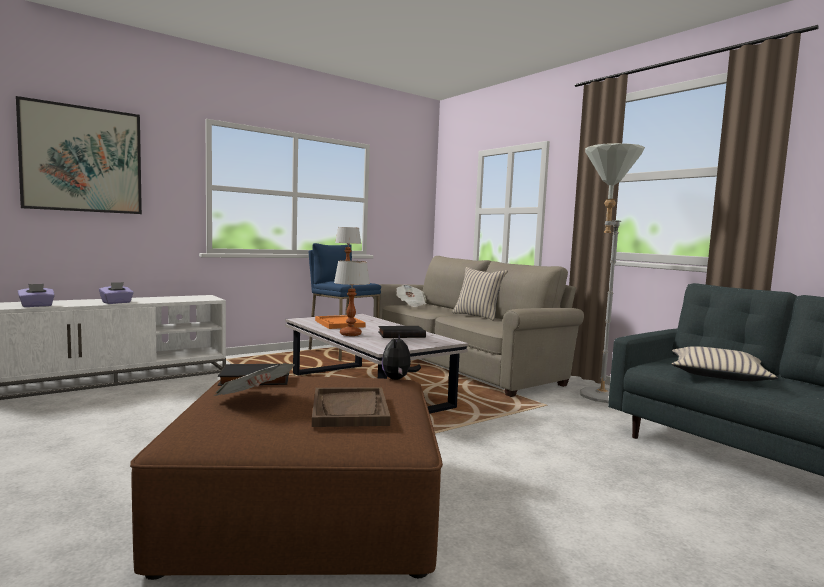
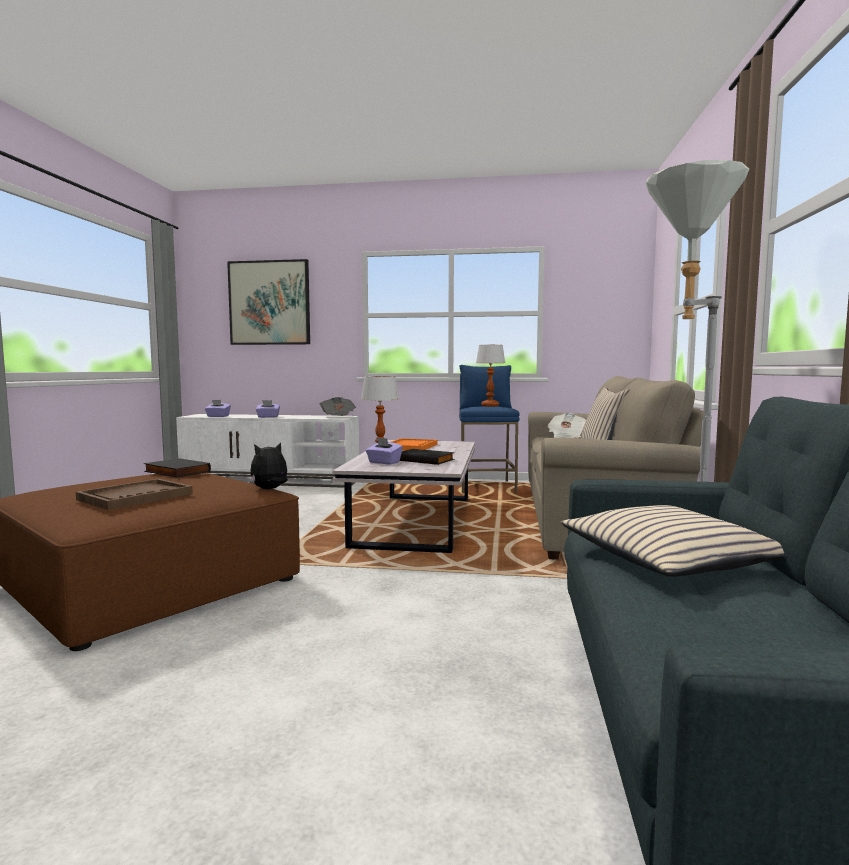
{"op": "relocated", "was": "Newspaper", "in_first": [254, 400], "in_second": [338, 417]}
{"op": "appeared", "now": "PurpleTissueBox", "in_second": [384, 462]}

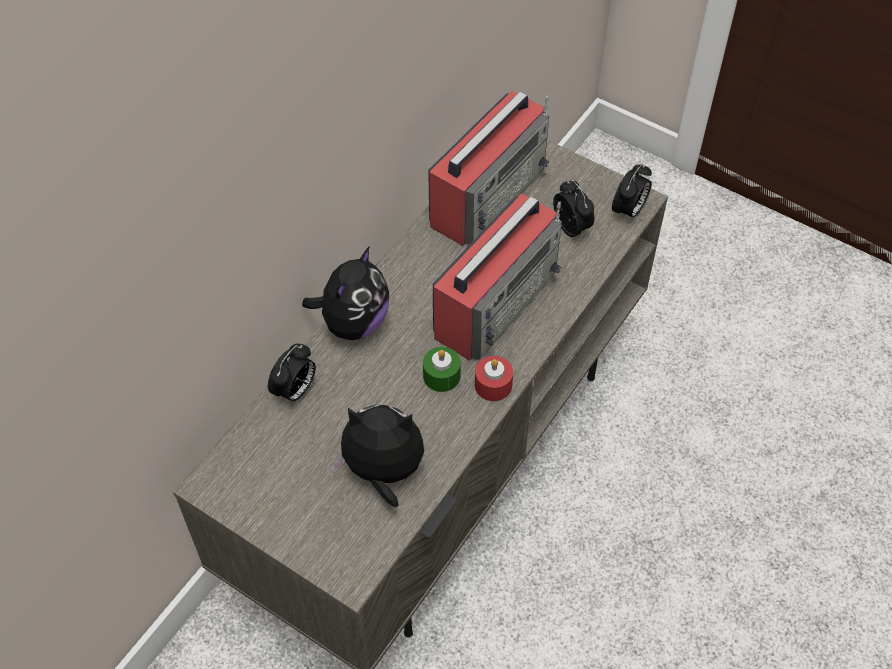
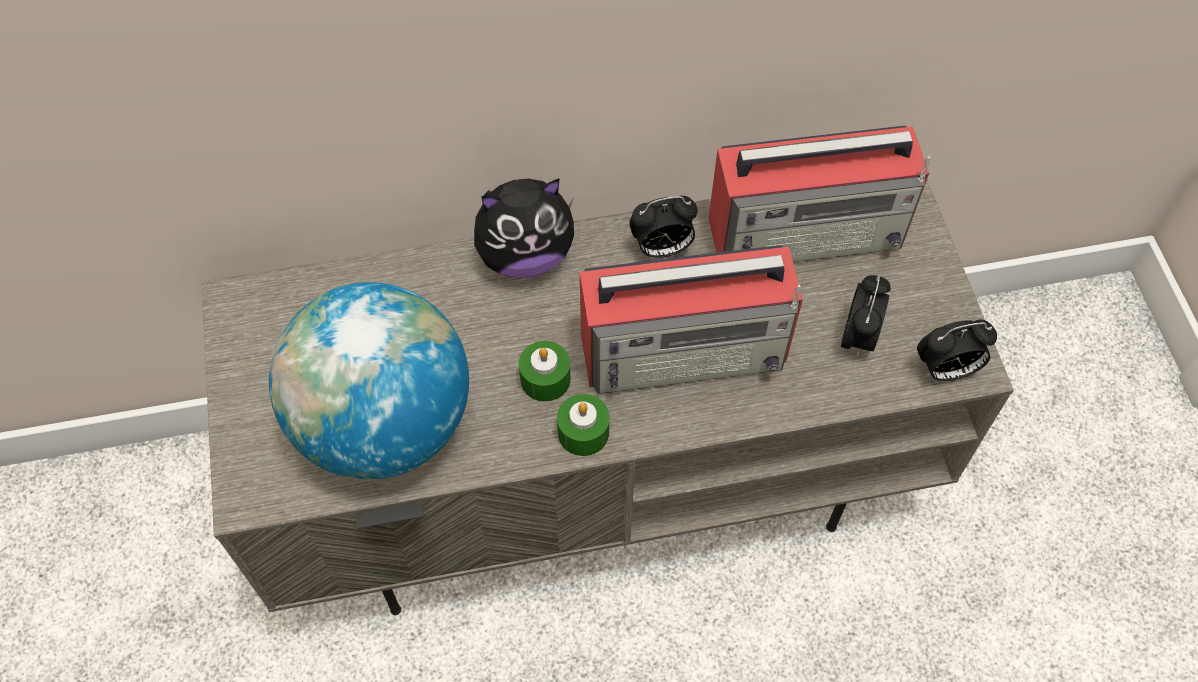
{"op": "exchanged", "was": "PlushToy", "now": "Globe", "in_first": [383, 472], "in_second": [384, 425]}
{"op": "colour", "was": "RedCandle", "now": "GreenCandle", "in_first": [493, 385], "in_second": [583, 432]}
{"op": "relocated", "was": "AlarmClock", "in_first": [295, 391], "in_second": [661, 248]}

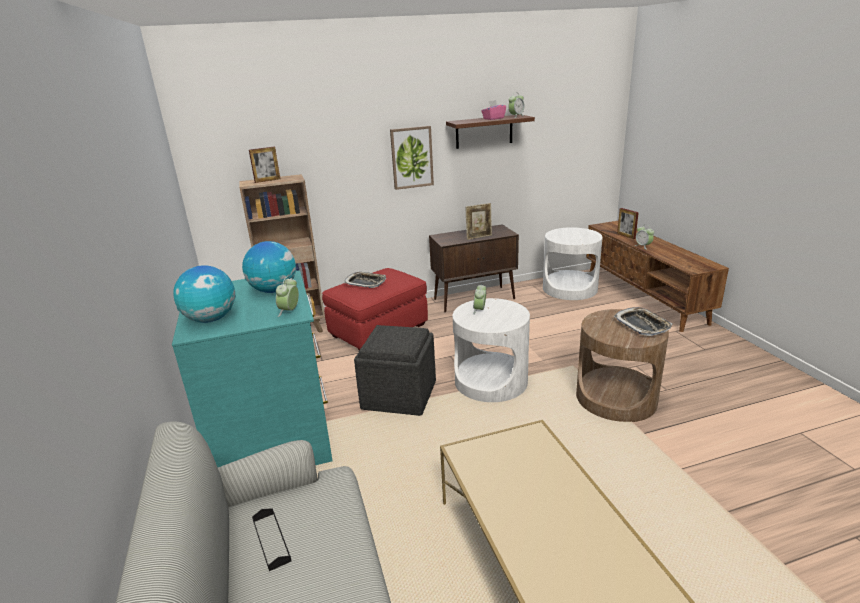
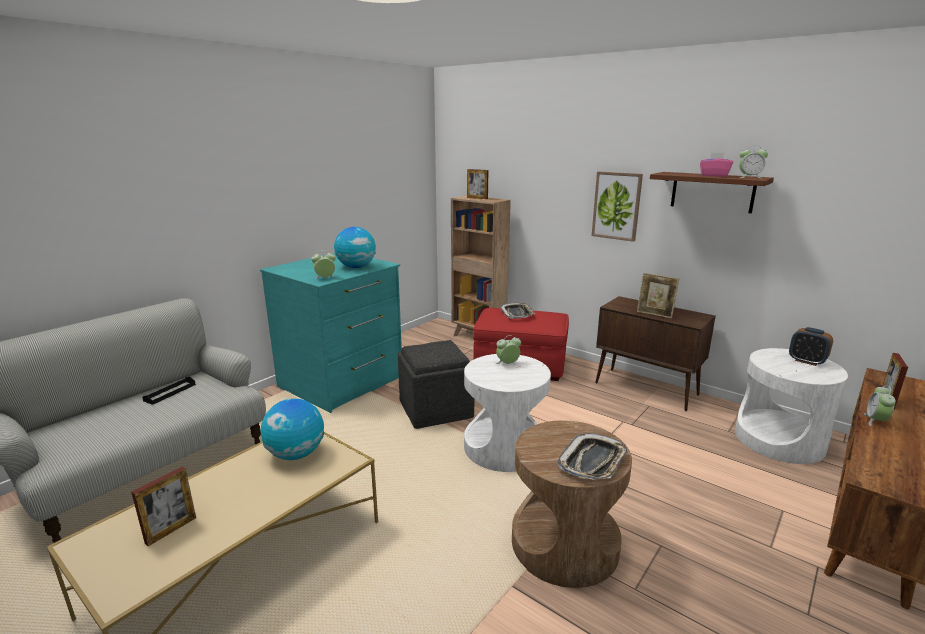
{"op": "appeared", "now": "PictureFrame", "in_second": [171, 530]}
{"op": "relocated", "was": "Globe", "in_first": [211, 319], "in_second": [295, 454]}
{"op": "appeared", "now": "AlarmClock", "in_second": [806, 361]}

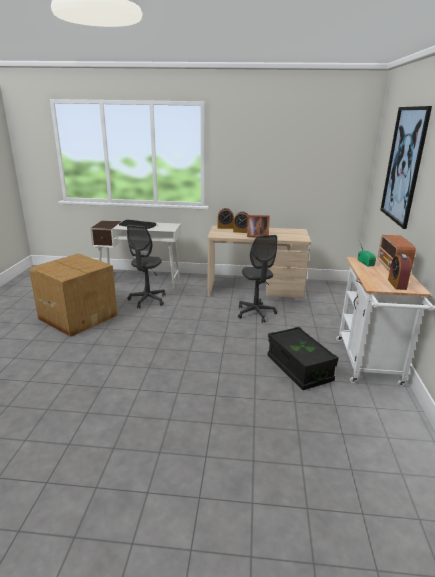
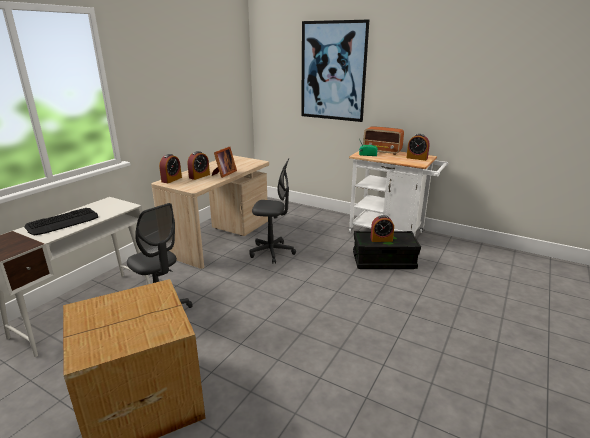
{"op": "appeared", "now": "AlarmClock", "in_second": [381, 239]}

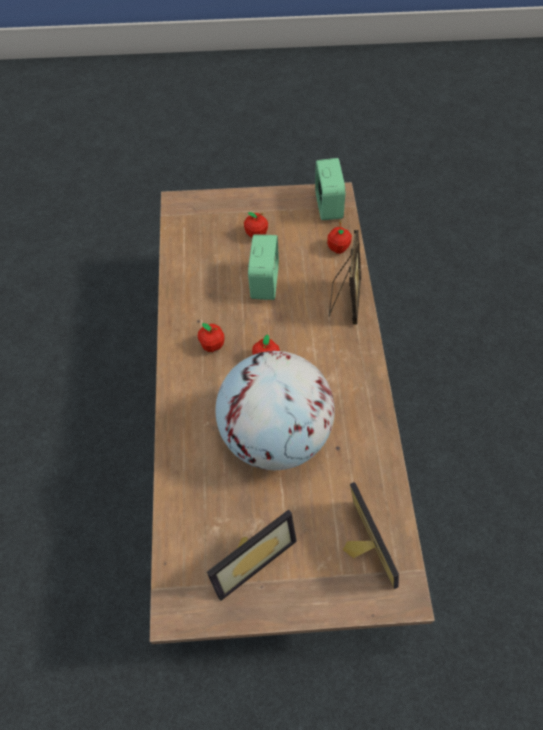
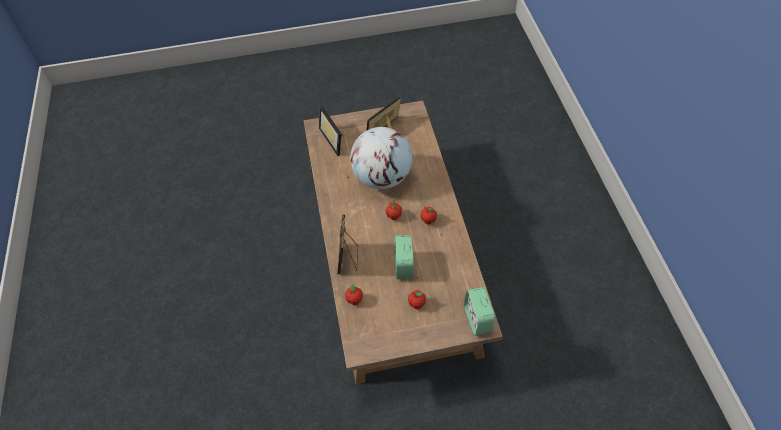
{"op": "relocated", "was": "AlarmClock", "in_first": [328, 206], "in_second": [477, 319]}

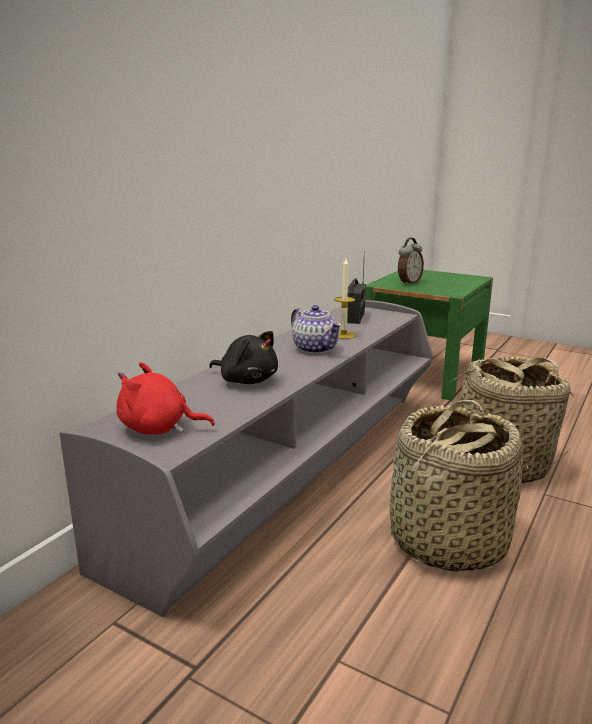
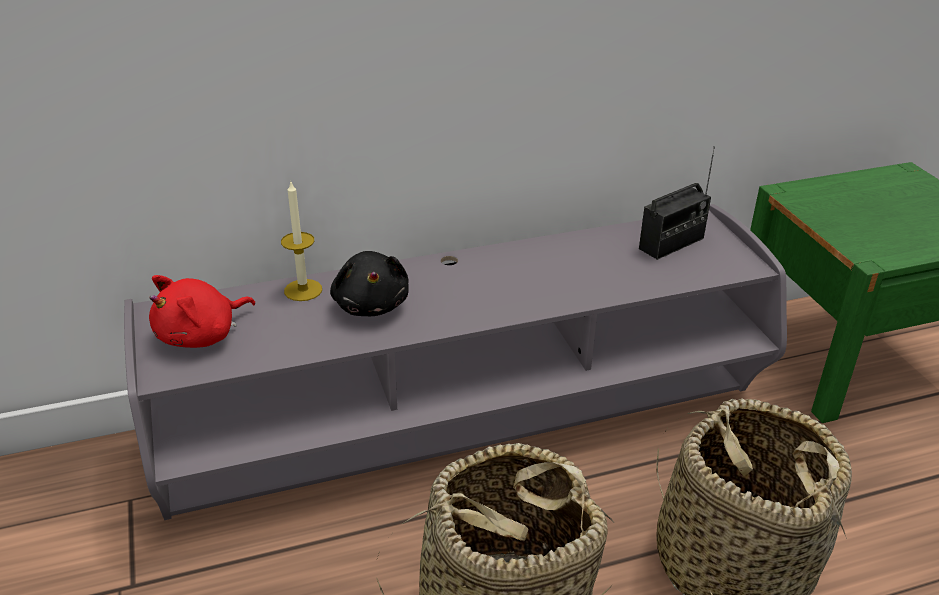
{"op": "spun", "was": "RedPlushToy", "in_first": [158, 428], "in_second": [201, 335], "clockwise": -90}
{"op": "relocated", "was": "Candle", "in_first": [343, 335], "in_second": [303, 290]}
{"op": "missing", "was": "Teapot", "in_first": [315, 348]}
{"op": "missing", "was": "AlarmClock", "in_first": [408, 283]}

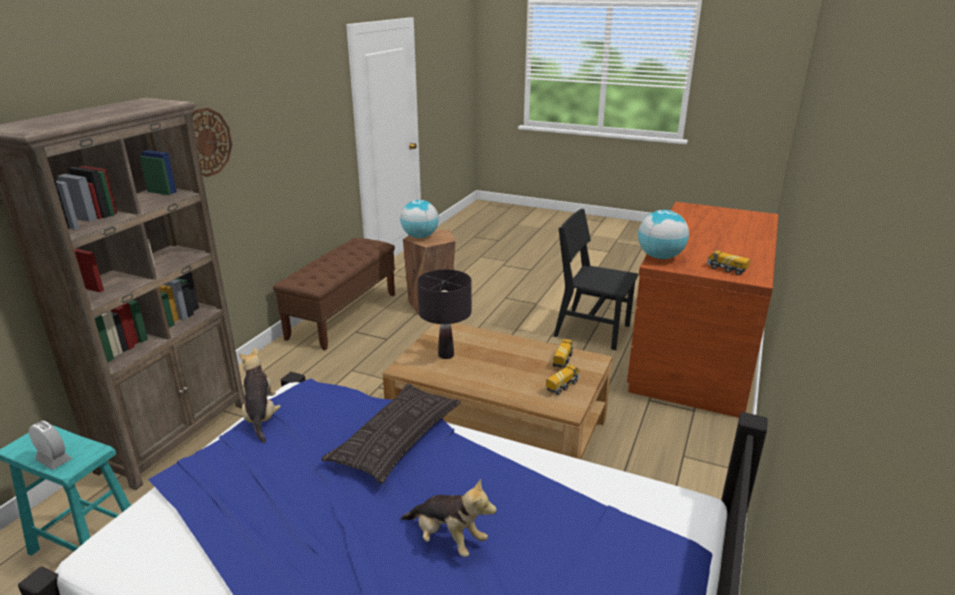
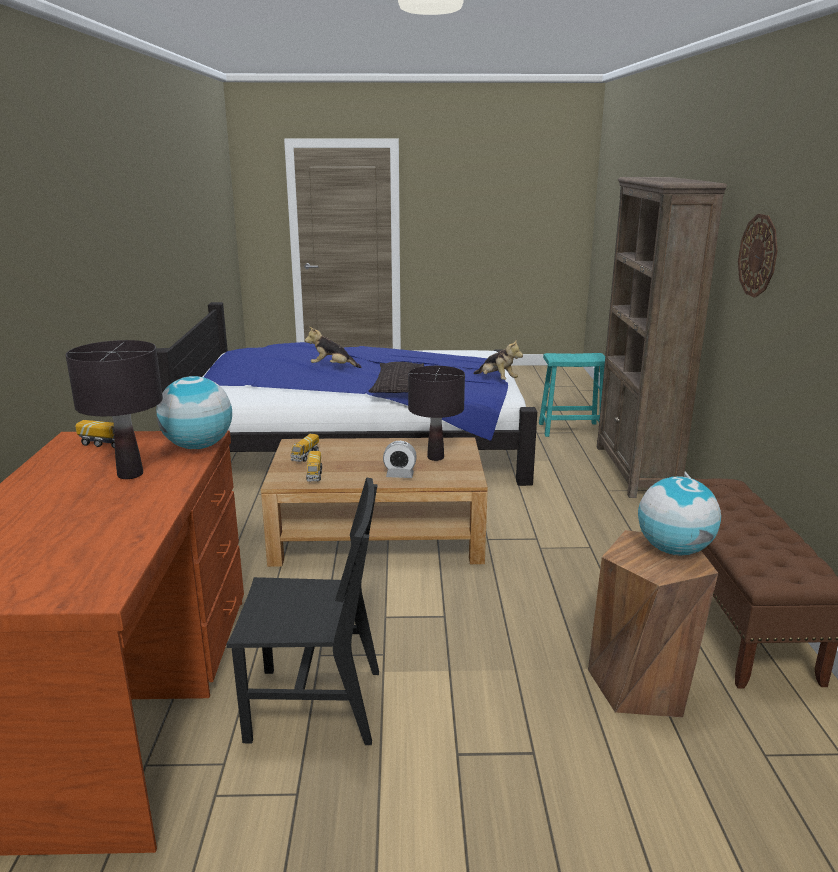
{"op": "appeared", "now": "BlackTableLamp", "in_second": [130, 474]}
{"op": "relocated", "was": "AlarmClock", "in_first": [54, 460], "in_second": [400, 475]}

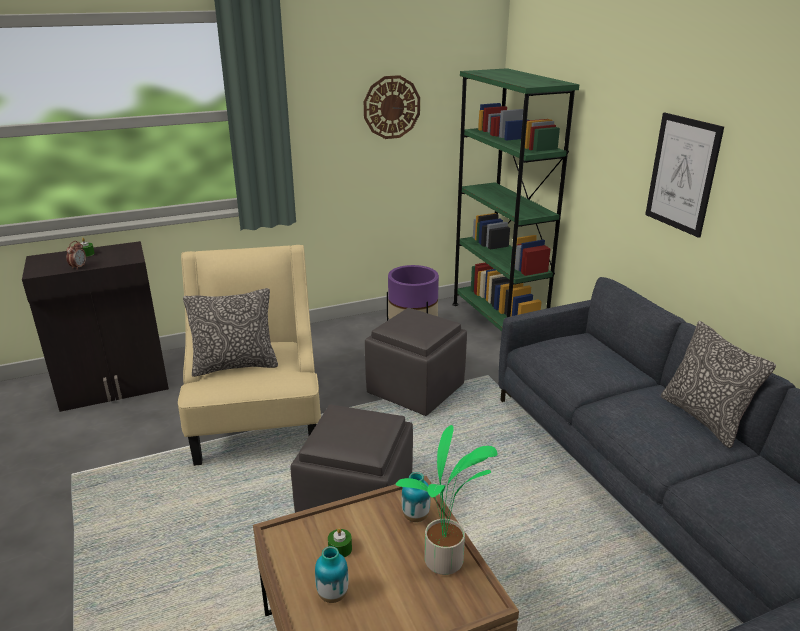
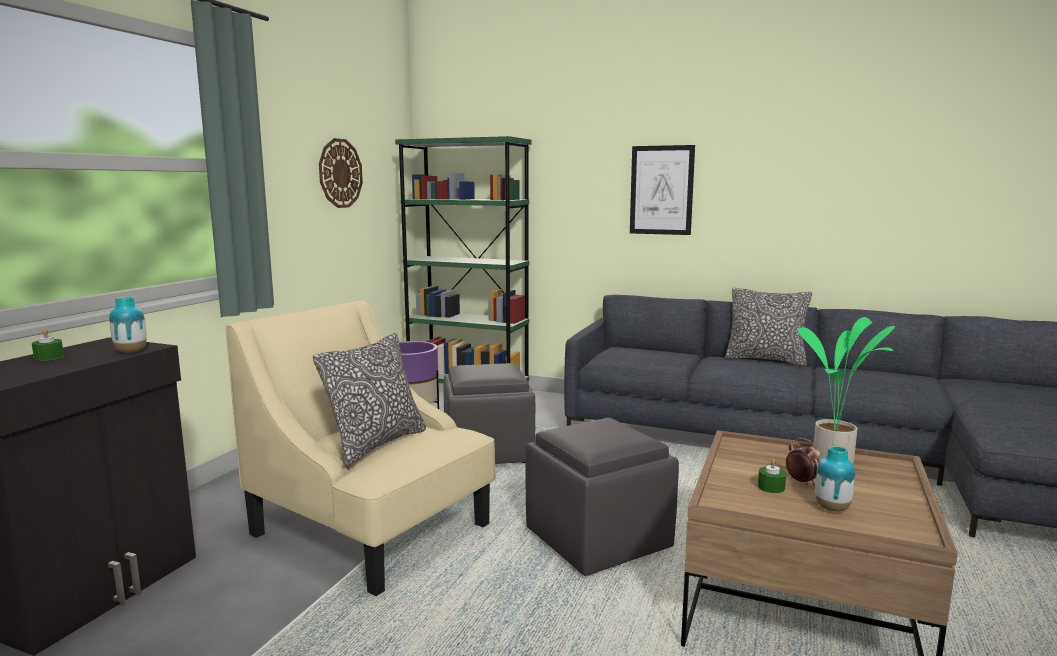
{"op": "relocated", "was": "Vase", "in_first": [415, 516], "in_second": [131, 352]}
{"op": "relocated", "was": "AlarmClock", "in_first": [78, 267], "in_second": [801, 481]}

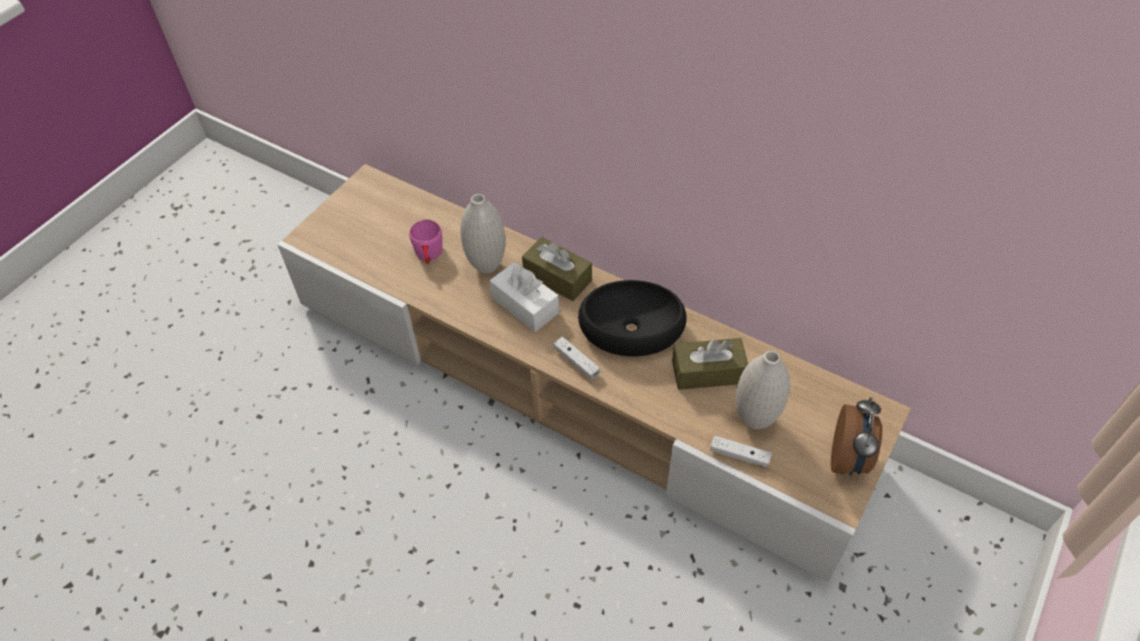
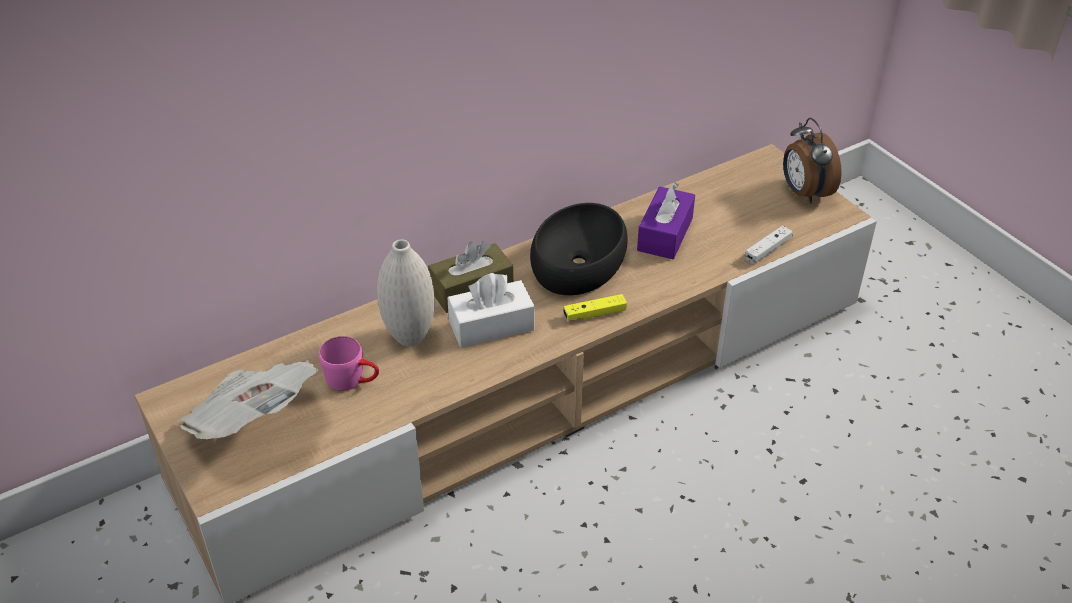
{"op": "appeared", "now": "Newspaper", "in_second": [253, 422]}
{"op": "colour", "was": "WhiteGameController", "now": "YellowGameController", "in_first": [576, 362], "in_second": [594, 314]}
{"op": "colour", "was": "BrownTissueBox", "now": "PurpleTissueBox", "in_first": [708, 372], "in_second": [665, 234]}
{"op": "spun", "was": "AlarmClock", "in_first": [849, 459], "in_second": [804, 193], "clockwise": -150}
{"op": "missing", "was": "WhiteVase", "in_first": [755, 419]}

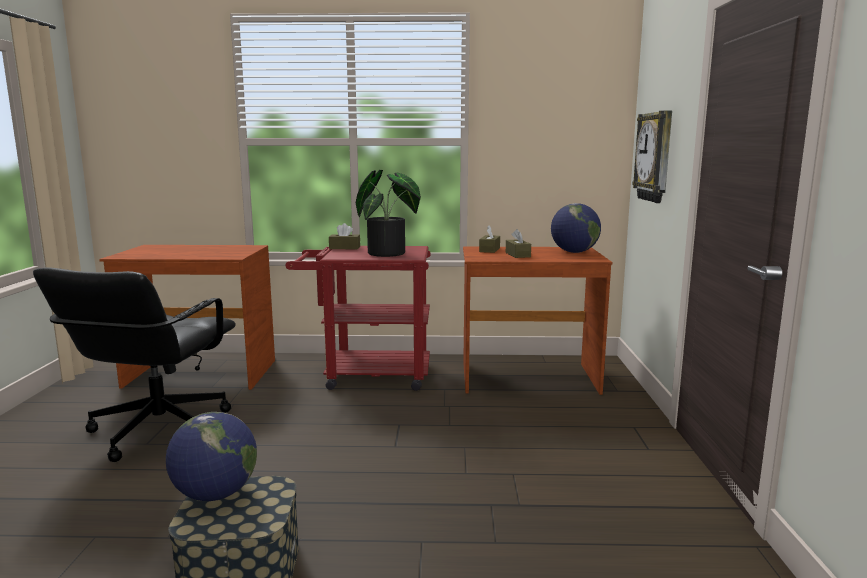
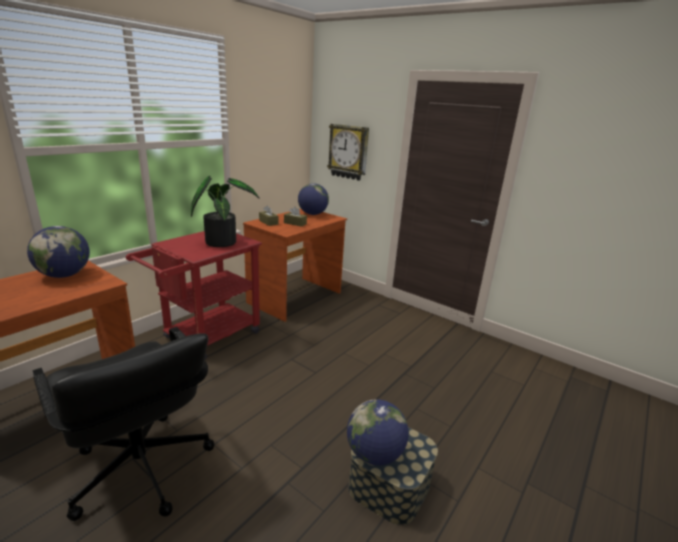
{"op": "appeared", "now": "Globe", "in_second": [64, 275]}
{"op": "missing", "was": "BrownTissueBox", "in_first": [344, 248]}

